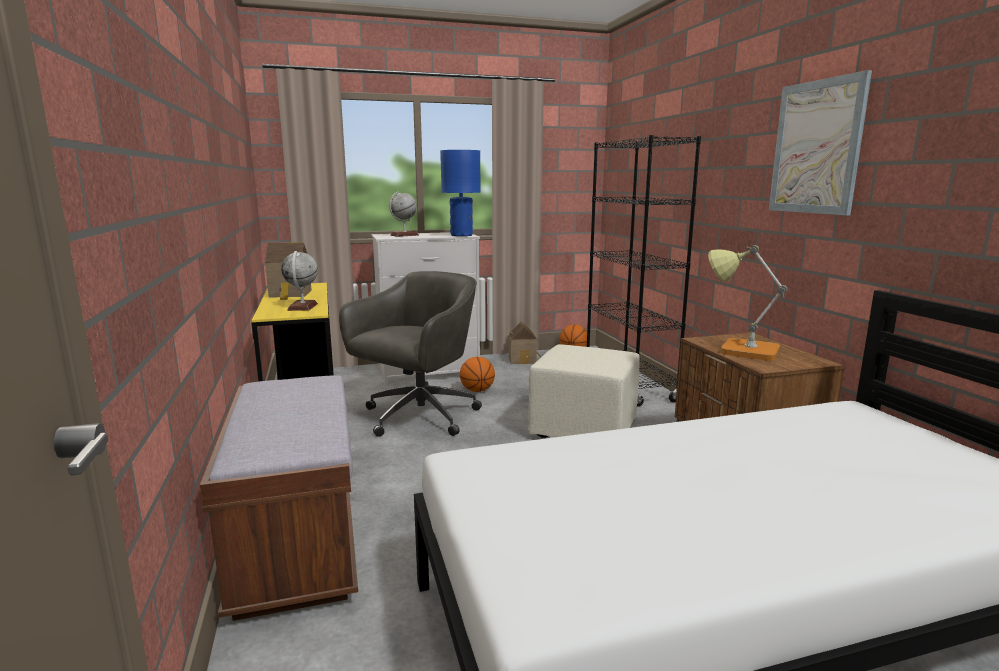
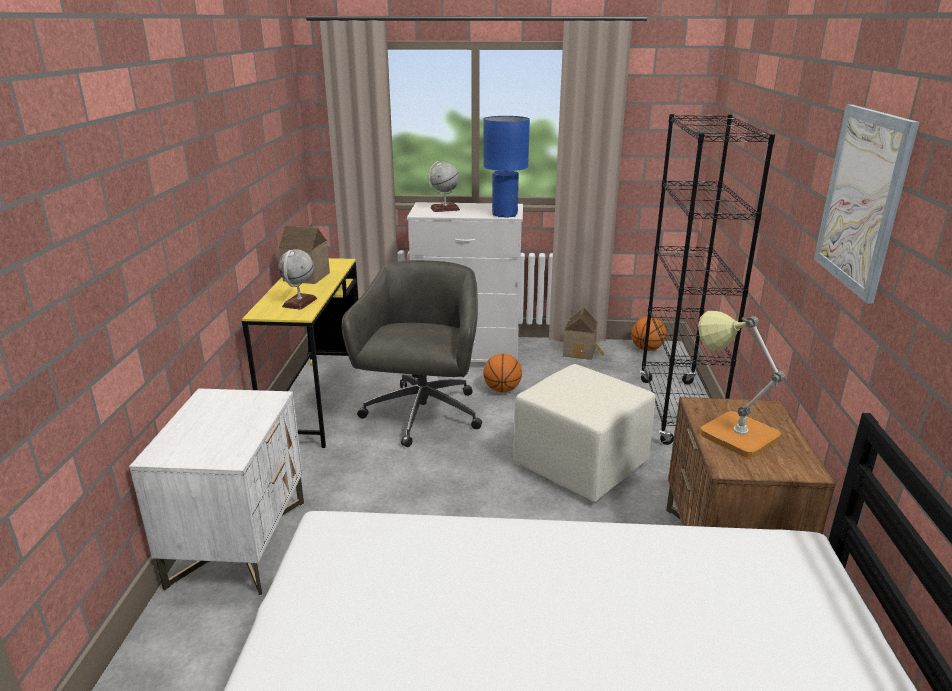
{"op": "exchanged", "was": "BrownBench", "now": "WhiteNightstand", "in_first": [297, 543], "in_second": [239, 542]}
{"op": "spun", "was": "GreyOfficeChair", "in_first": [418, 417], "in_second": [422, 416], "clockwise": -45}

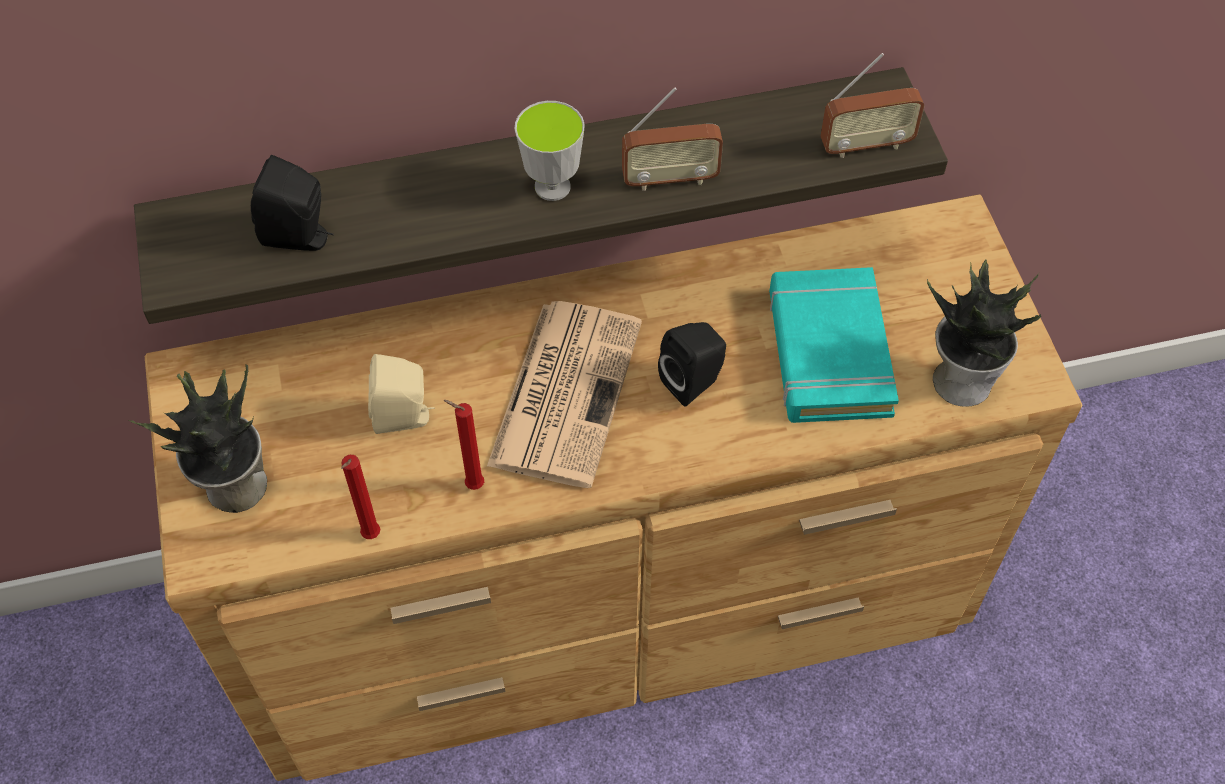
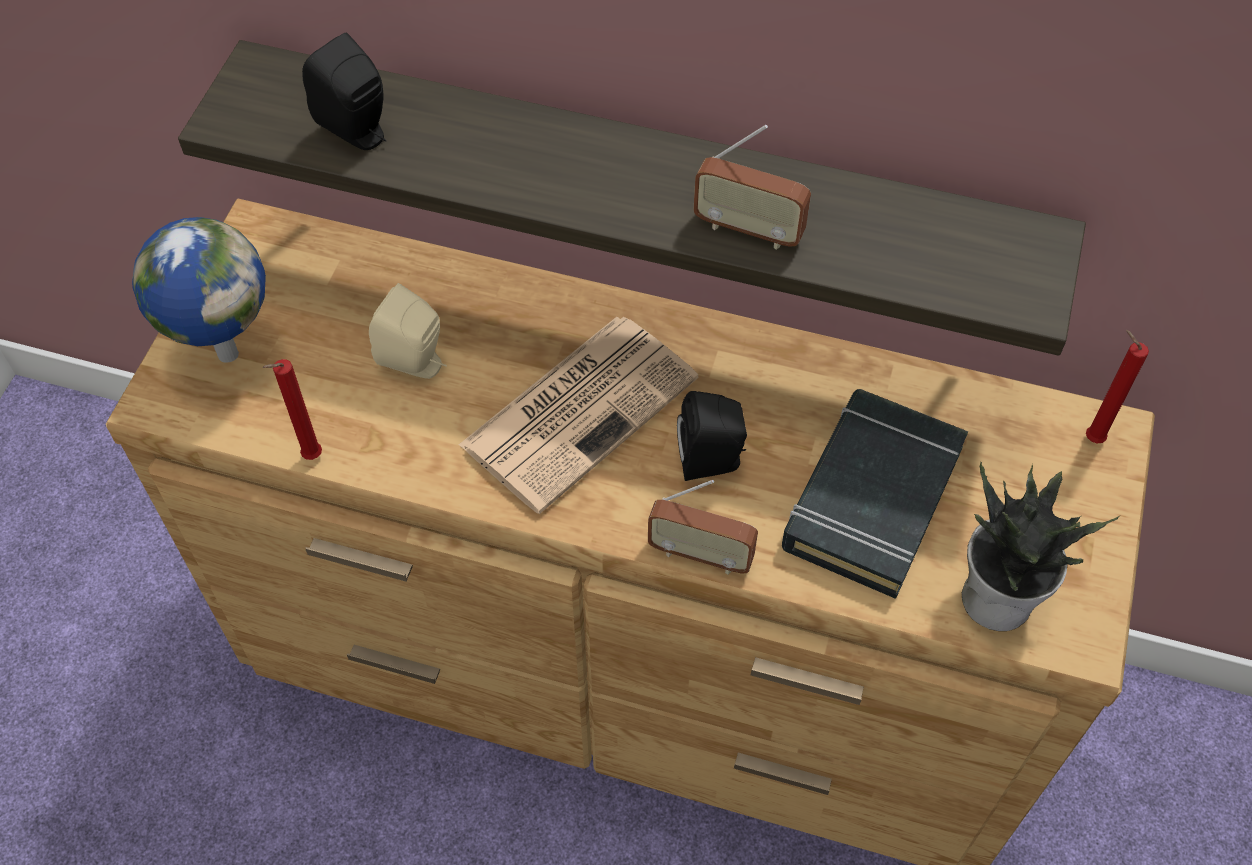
{"op": "exchanged", "was": "PottedPlant", "now": "Globe", "in_first": [234, 487], "in_second": [226, 353]}
{"op": "relocated", "was": "Radio", "in_first": [866, 145], "in_second": [700, 555]}
{"op": "colour", "was": "TurquoiseBook", "now": "BlackBook", "in_first": [828, 352], "in_second": [871, 498]}
{"op": "relocated", "was": "RedCandle", "in_first": [471, 484], "in_second": [1090, 437]}
{"op": "missing", "was": "Cup", "in_first": [552, 187]}

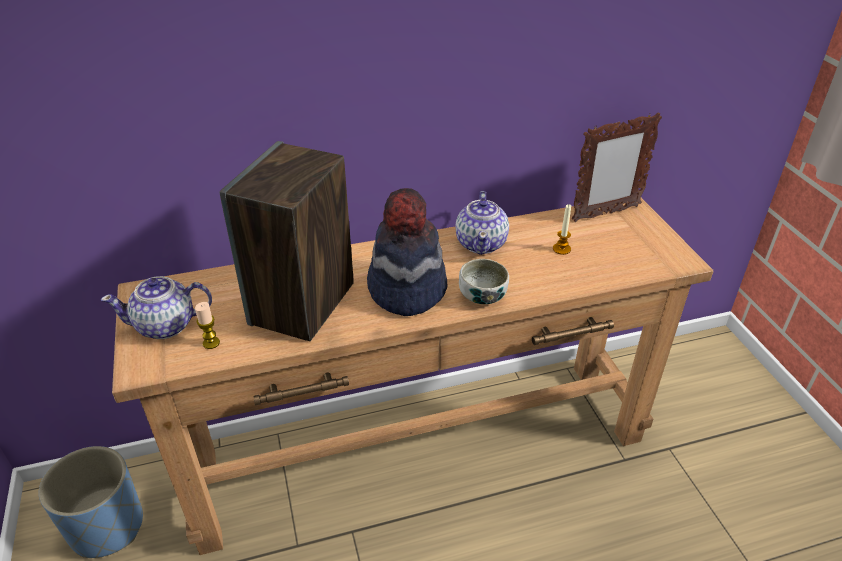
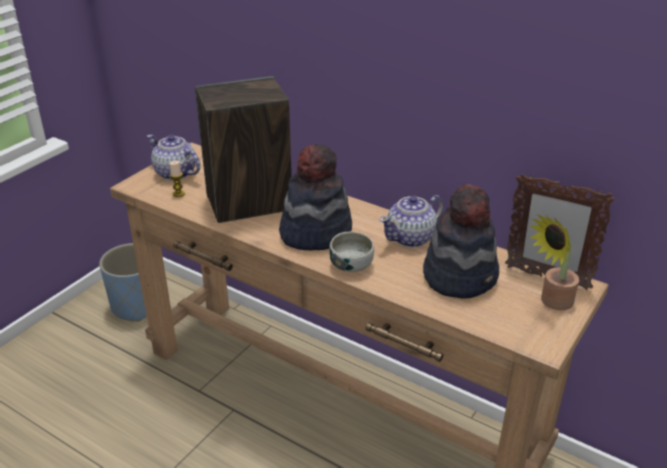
{"op": "exchanged", "was": "Candle", "now": "Hat", "in_first": [561, 249], "in_second": [460, 276]}
{"op": "appeared", "now": "PottedPlant", "in_second": [552, 302]}

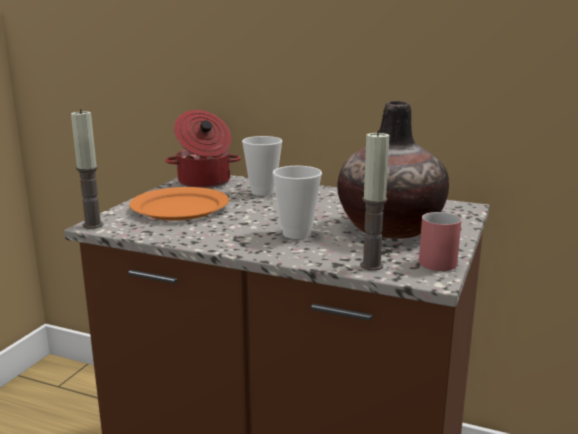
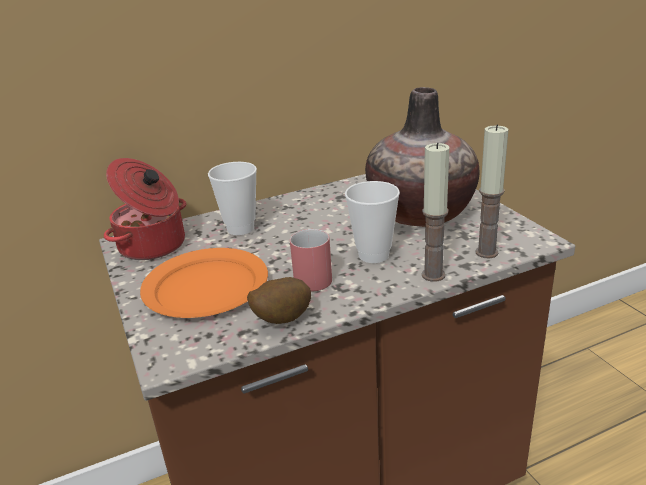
{"op": "appeared", "now": "Potato", "in_second": [280, 320]}
{"op": "relocated", "was": "RedMug", "in_first": [442, 260], "in_second": [311, 275]}
{"op": "relocated", "was": "Candle", "in_first": [93, 225], "in_second": [433, 275]}

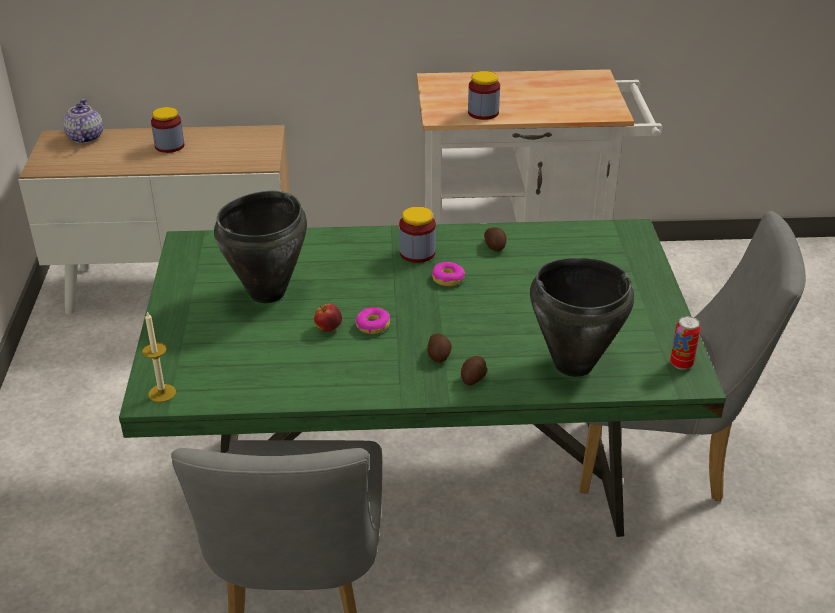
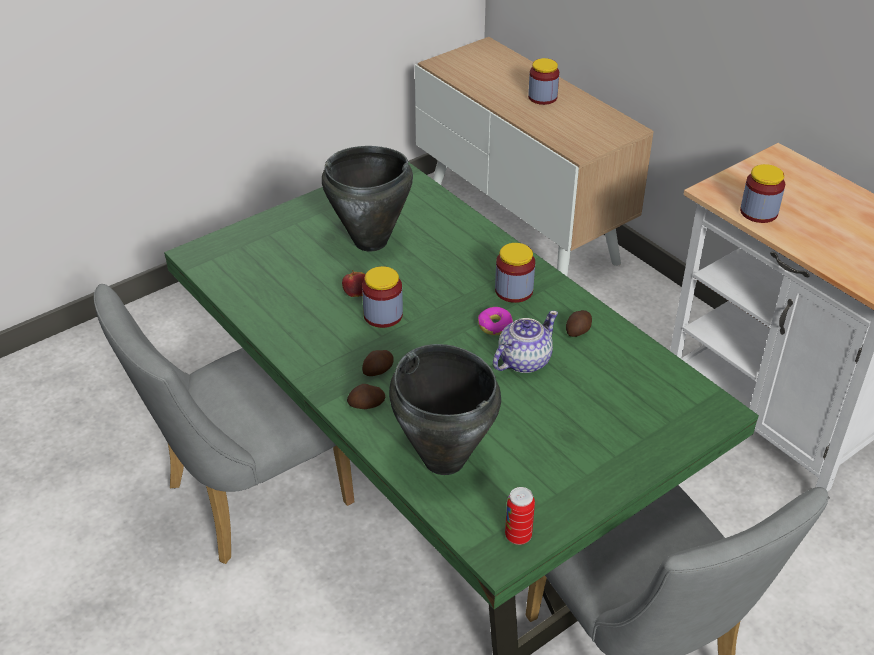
{"op": "exchanged", "was": "Donut", "now": "Jar", "in_first": [372, 325], "in_second": [383, 315]}
{"op": "relocated", "was": "Teapot", "in_first": [85, 138], "in_second": [523, 361]}
{"op": "missing", "was": "Candle", "in_first": [162, 393]}

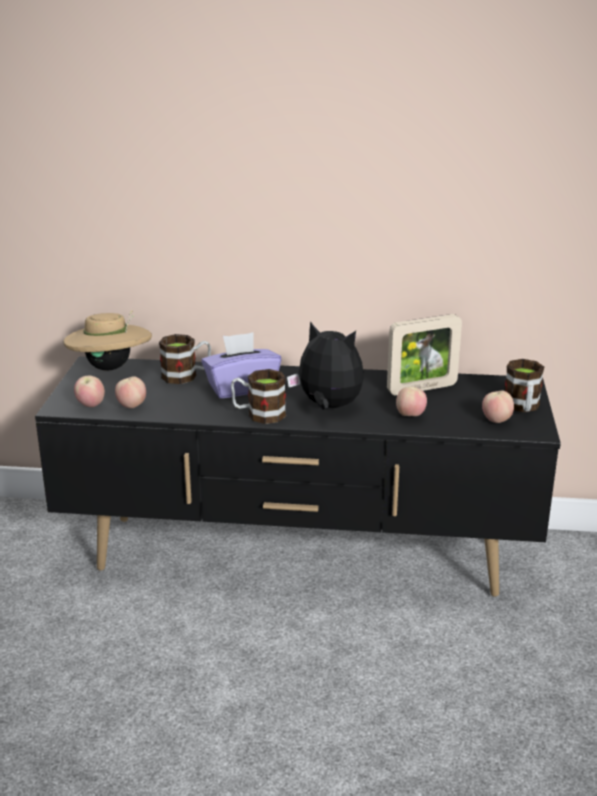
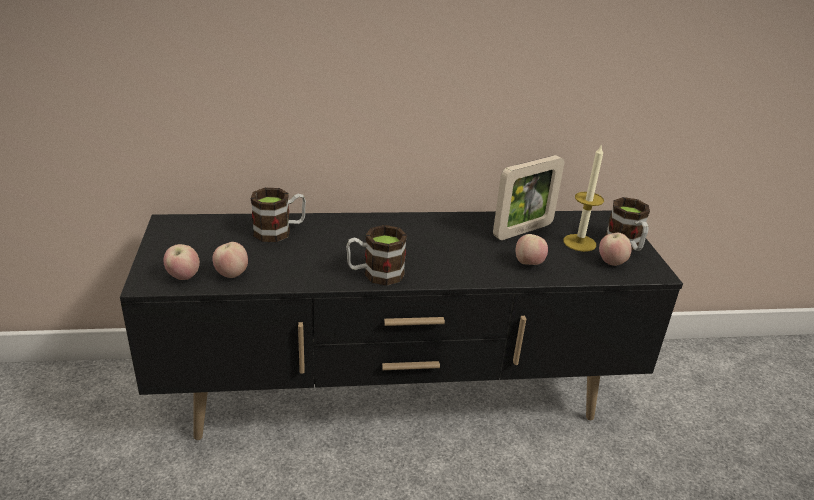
{"op": "appeared", "now": "Candle", "in_second": [579, 243]}
{"op": "missing", "was": "BeigeHat", "in_first": [110, 368]}
{"op": "missing", "was": "PurpleTissueBox", "in_first": [241, 388]}
{"op": "missing", "was": "PlushToy", "in_first": [328, 407]}

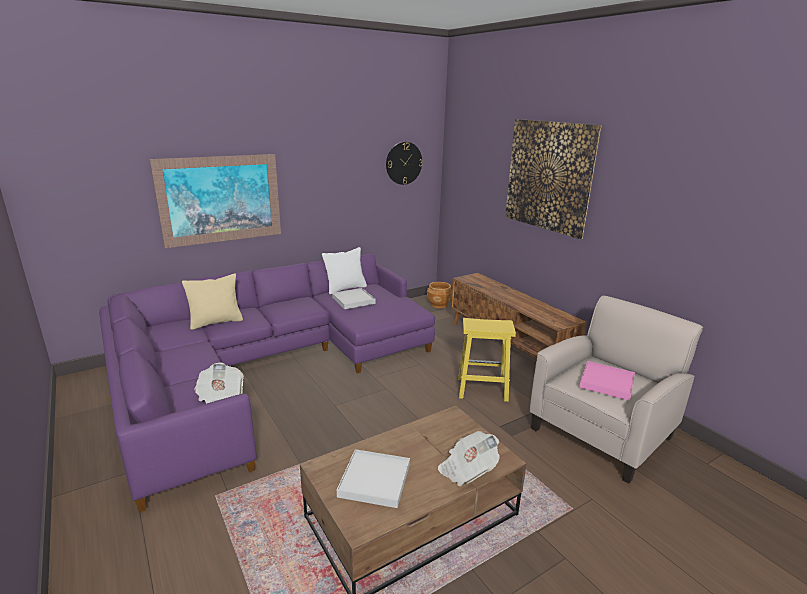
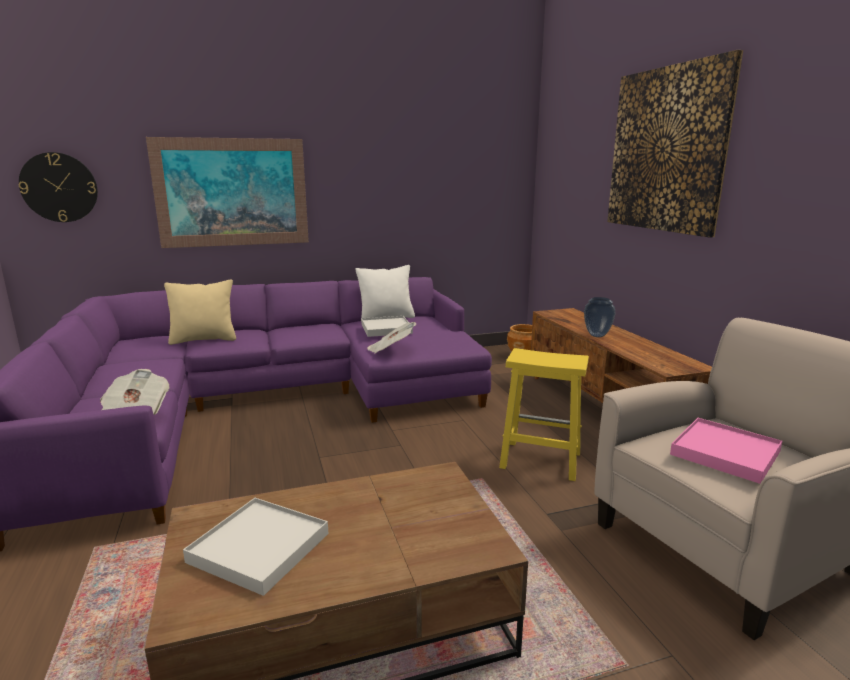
{"op": "relocated", "was": "WallClock", "in_first": [403, 163], "in_second": [59, 187]}
{"op": "relocated", "was": "Newspaper", "in_first": [467, 470], "in_second": [391, 350]}
{"op": "appeared", "now": "Vase", "in_second": [596, 335]}

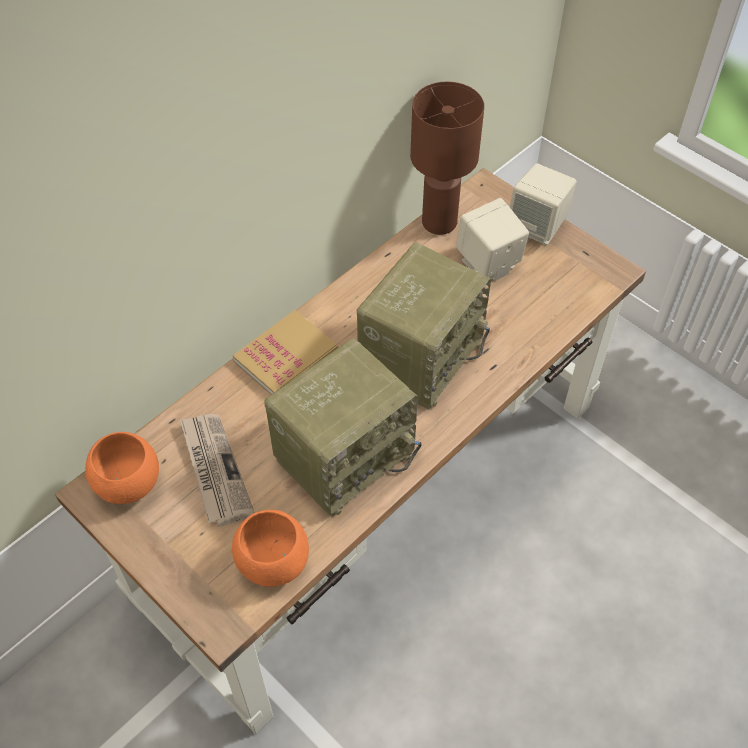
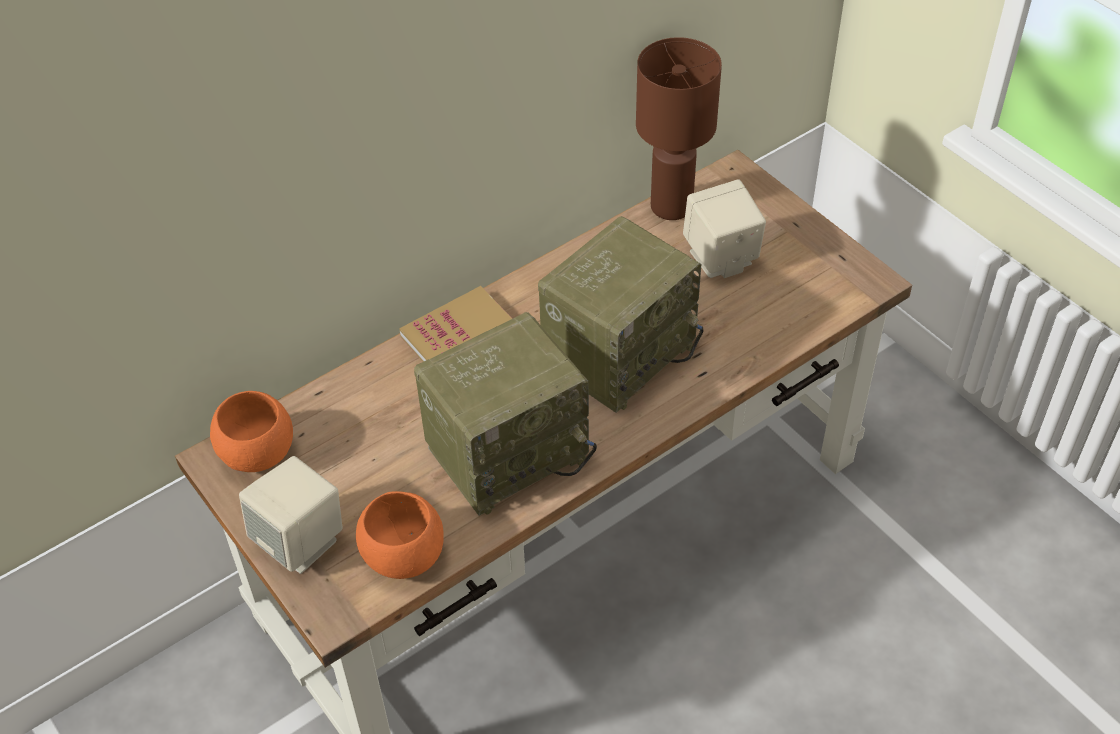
{"op": "relocated", "was": "BeigeSpeaker", "in_first": [537, 226], "in_second": [301, 541]}
{"op": "missing", "was": "Newspaper", "in_first": [214, 470]}

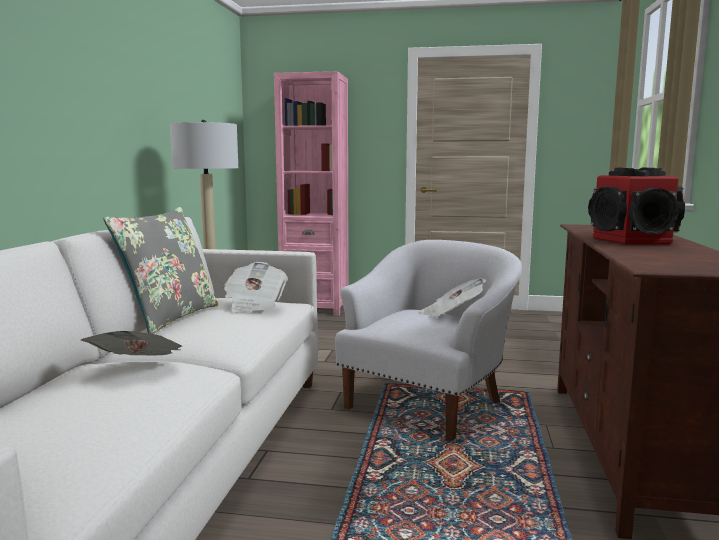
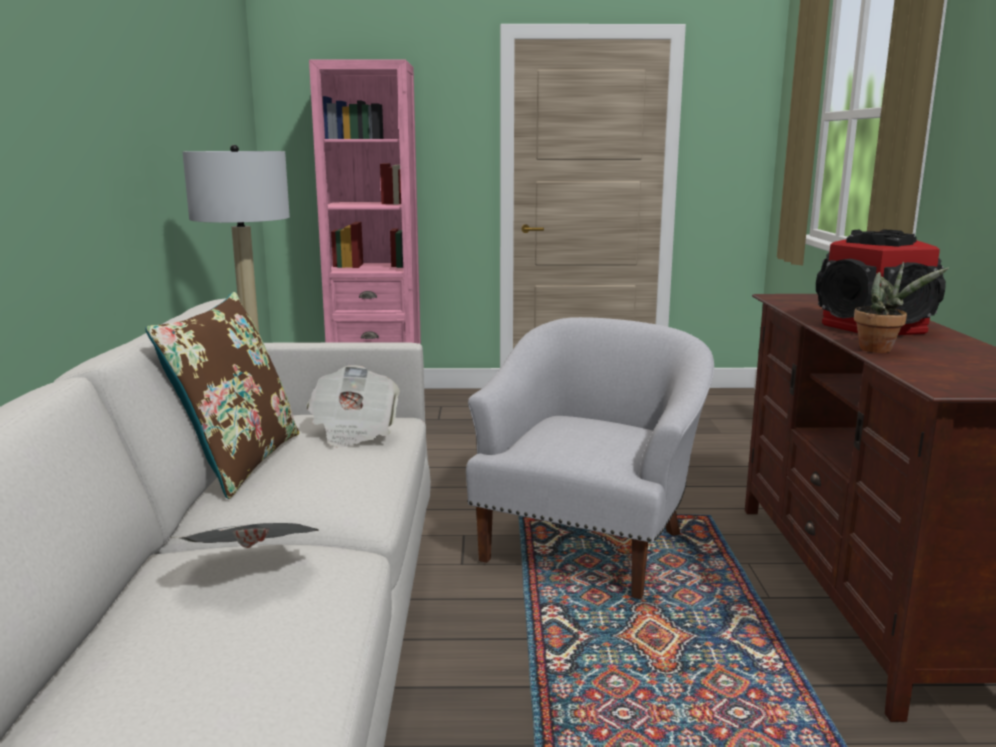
{"op": "colour", "was": "GreyPillow", "now": "BrownPillow", "in_first": [169, 318], "in_second": [238, 462]}
{"op": "appeared", "now": "PottedPlant", "in_second": [880, 349]}
{"op": "missing", "was": "Newspaper", "in_first": [451, 314]}

